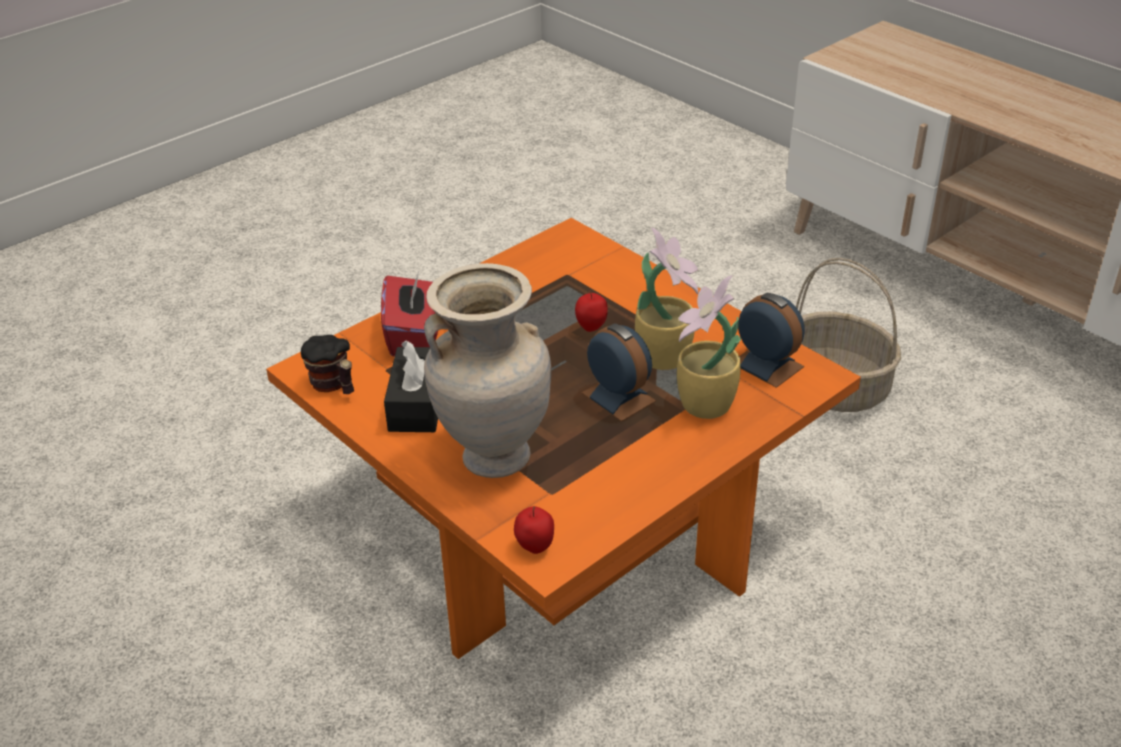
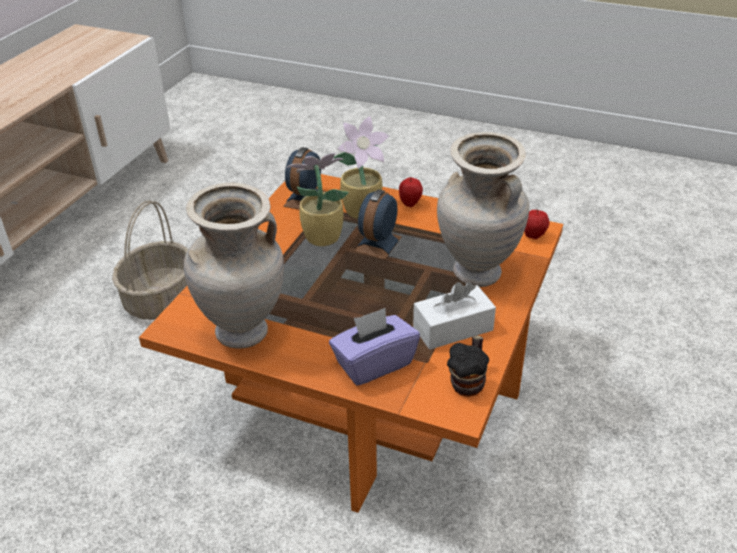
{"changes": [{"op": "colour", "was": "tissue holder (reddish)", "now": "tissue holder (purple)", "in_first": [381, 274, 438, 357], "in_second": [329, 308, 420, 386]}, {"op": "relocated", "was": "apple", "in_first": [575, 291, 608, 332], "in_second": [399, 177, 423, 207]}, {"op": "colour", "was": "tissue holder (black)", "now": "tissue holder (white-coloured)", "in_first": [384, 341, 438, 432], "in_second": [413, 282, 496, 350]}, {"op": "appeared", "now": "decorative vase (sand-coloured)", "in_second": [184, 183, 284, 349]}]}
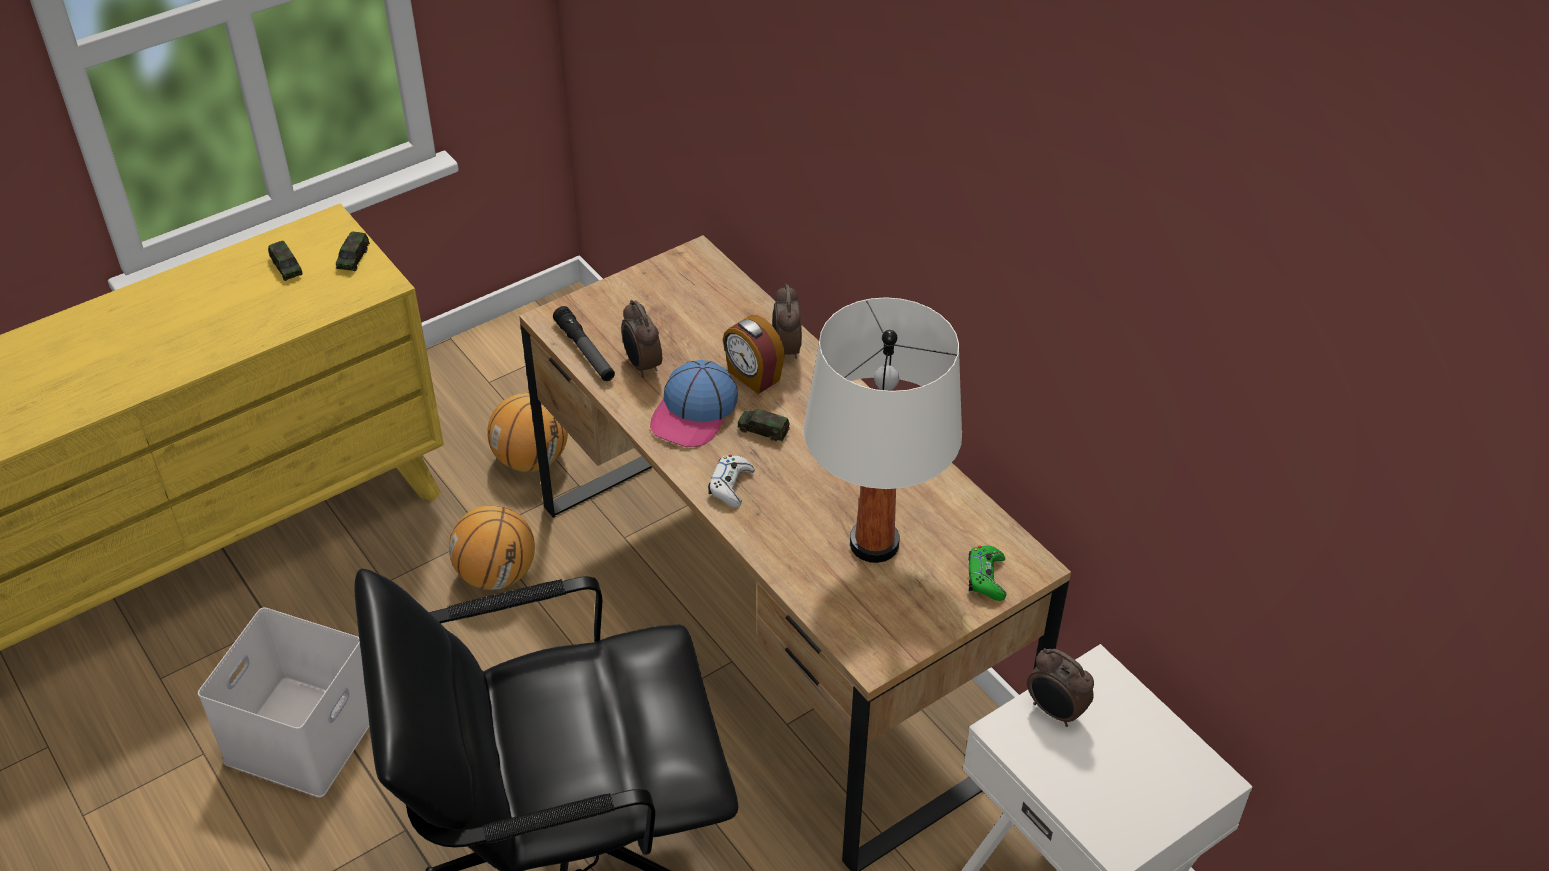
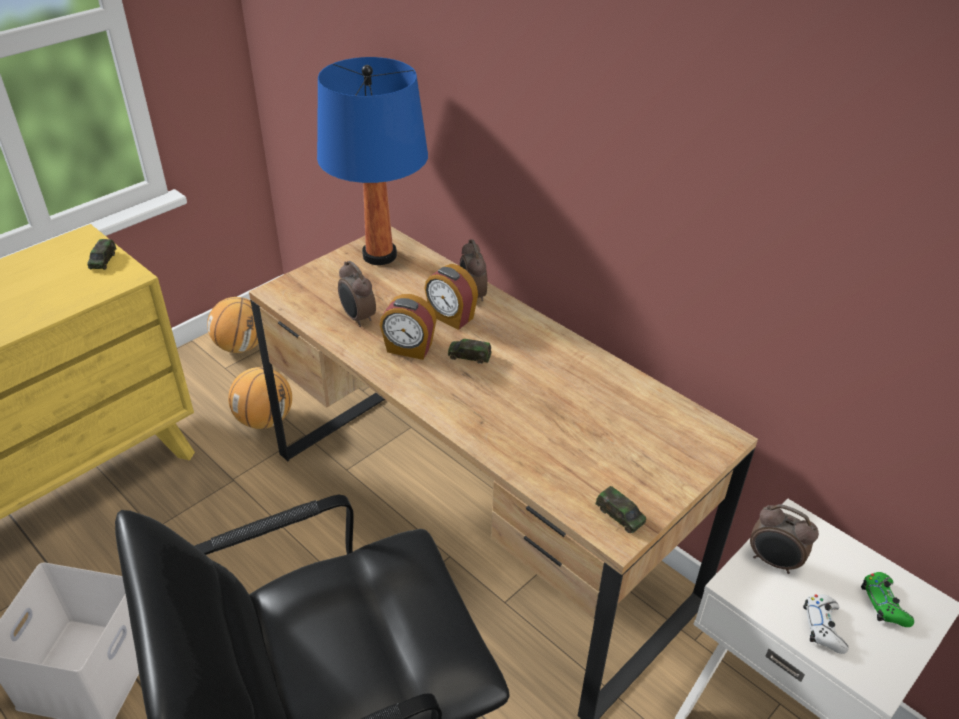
{"changes": [{"op": "relocated", "was": "model car", "in_first": [268, 241, 303, 281], "in_second": [595, 486, 646, 533]}, {"op": "missing", "was": "tabletop lamp (white-coloured)", "in_first": [803, 297, 962, 563]}, {"op": "missing", "was": "flashlight", "in_first": [553, 306, 615, 381]}, {"op": "exchanged", "was": "baseball cap", "now": "bedside clock", "in_first": [650, 360, 738, 447], "in_second": [380, 294, 437, 360]}, {"op": "relocated", "was": "game controller (white-coloured)", "in_first": [708, 455, 755, 508], "in_second": [803, 594, 849, 654]}, {"op": "relocated", "was": "basketball", "in_first": [449, 505, 535, 590], "in_second": [207, 297, 259, 353]}, {"op": "relocated", "was": "game controller (greenish)", "in_first": [969, 546, 1006, 601], "in_second": [861, 572, 914, 627]}, {"op": "appeared", "now": "tabletop lamp (bluish)", "in_second": [317, 57, 428, 265]}]}
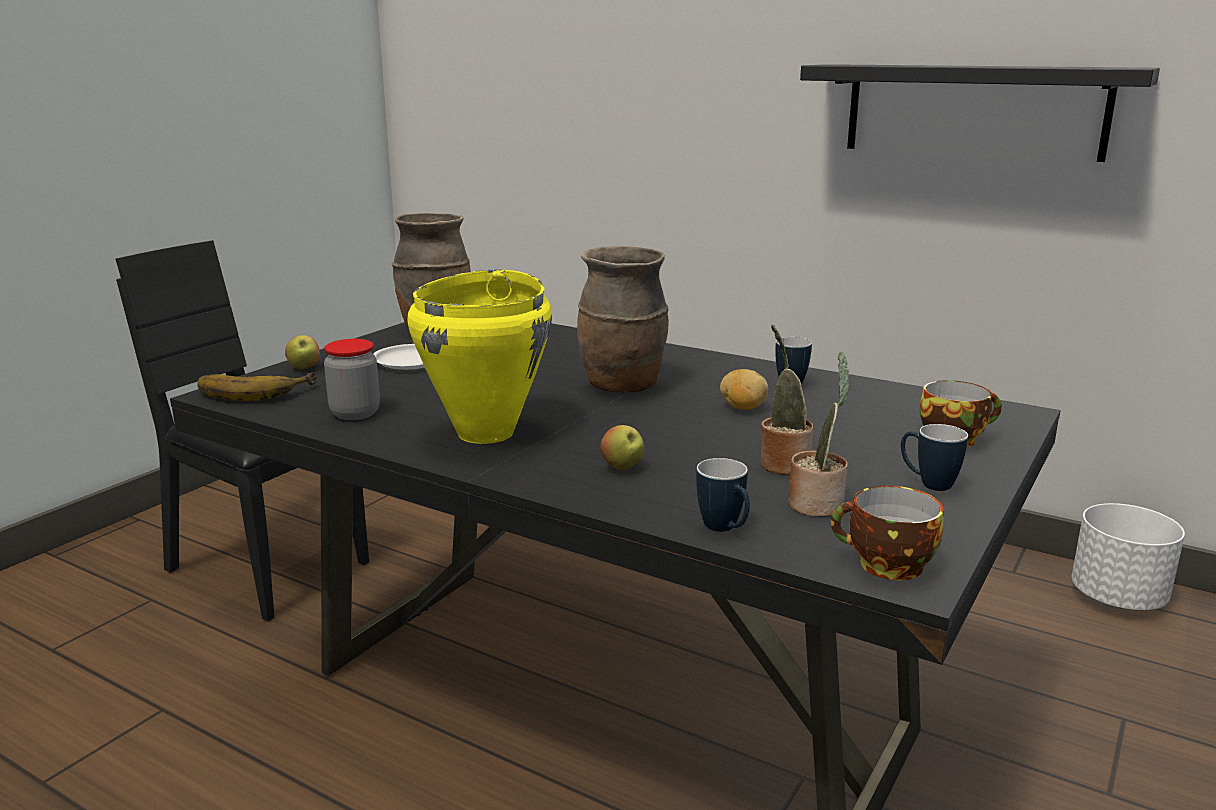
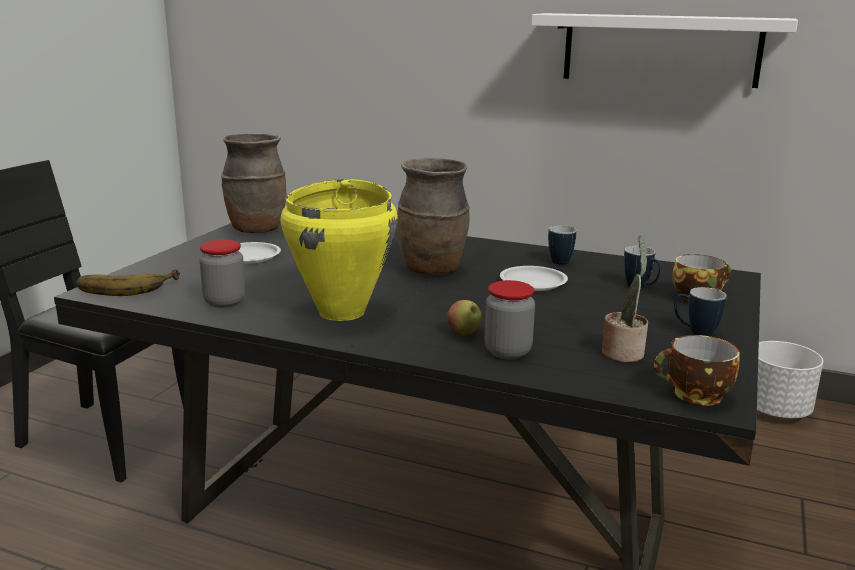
{"changes": [{"op": "colour", "was": "wall shelf (black)", "now": "wall shelf (white-coloured)", "in_first": [800, 64, 1160, 162], "in_second": [531, 13, 798, 88]}, {"op": "missing", "was": "potted plant", "in_first": [761, 325, 813, 475]}, {"op": "missing", "was": "apple", "in_first": [285, 335, 320, 370]}, {"op": "exchanged", "was": "whole potato", "now": "plate (white-coloured)", "in_first": [720, 369, 768, 410], "in_second": [500, 266, 568, 291]}, {"op": "relocated", "was": "coffee mug", "in_first": [696, 458, 750, 532], "in_second": [624, 246, 662, 288]}, {"op": "appeared", "now": "storage jar", "in_second": [485, 280, 535, 359]}]}
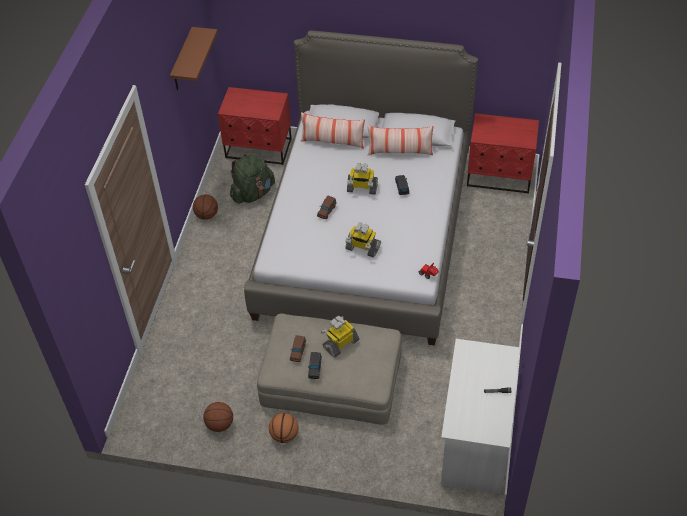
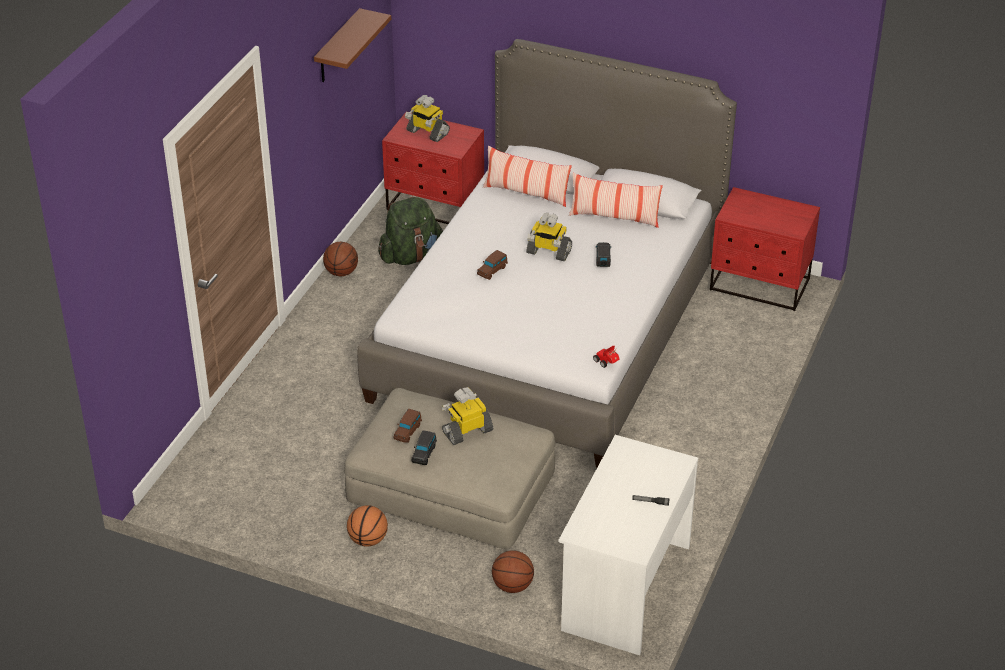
{"changes": [{"op": "relocated", "was": "model robot", "in_first": [345, 223, 381, 257], "in_second": [405, 95, 450, 142]}, {"op": "relocated", "was": "basketball", "in_first": [203, 402, 233, 432], "in_second": [492, 550, 534, 593]}]}
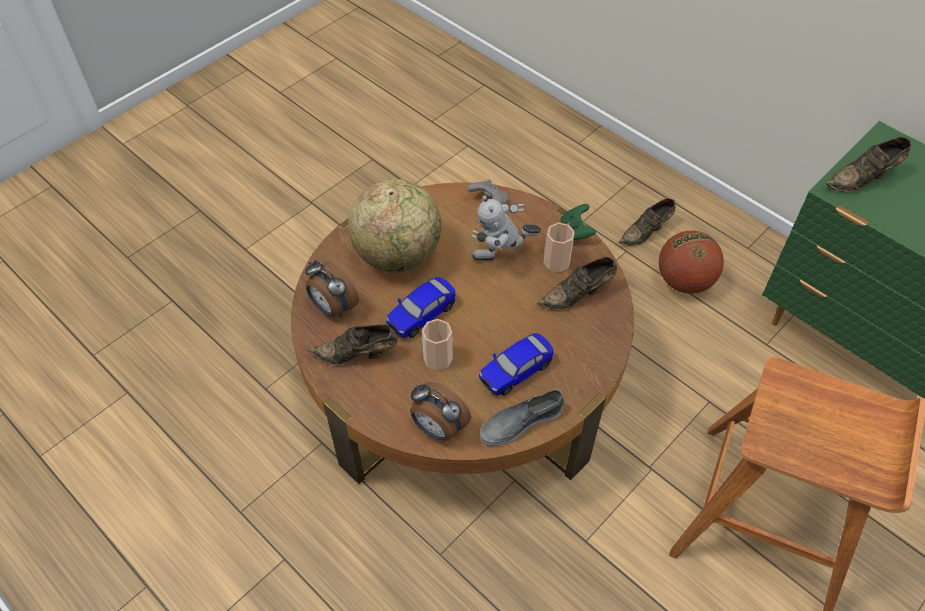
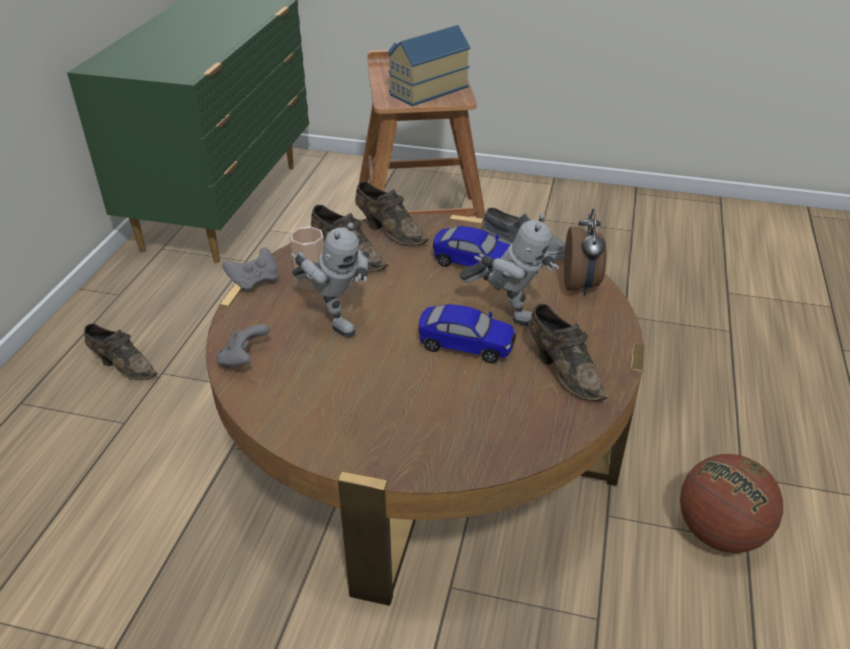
{"changes": [{"op": "relocated", "was": "item of footwear (brownish)", "in_first": [826, 137, 912, 192], "in_second": [355, 181, 429, 246]}, {"op": "missing", "was": "globe", "in_first": [348, 179, 441, 273]}, {"op": "colour", "was": "game controller (greenish)", "now": "game controller (grey)", "in_first": [561, 204, 596, 240], "in_second": [222, 247, 278, 292]}, {"op": "relocated", "was": "basketball", "in_first": [659, 231, 724, 294], "in_second": [680, 454, 783, 553]}, {"op": "missing", "was": "bedside clock", "in_first": [305, 260, 359, 317]}, {"op": "exchanged", "was": "small cup", "now": "model robot", "in_first": [422, 319, 453, 371], "in_second": [459, 213, 559, 326]}, {"op": "appeared", "now": "toy house", "in_second": [388, 25, 470, 106]}]}
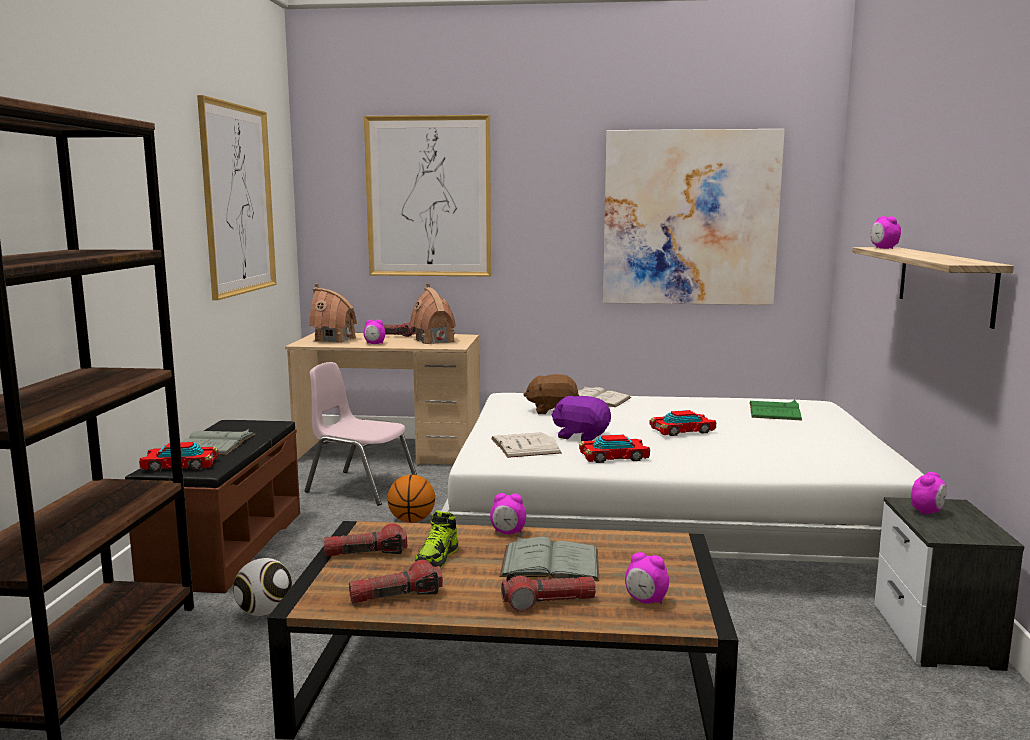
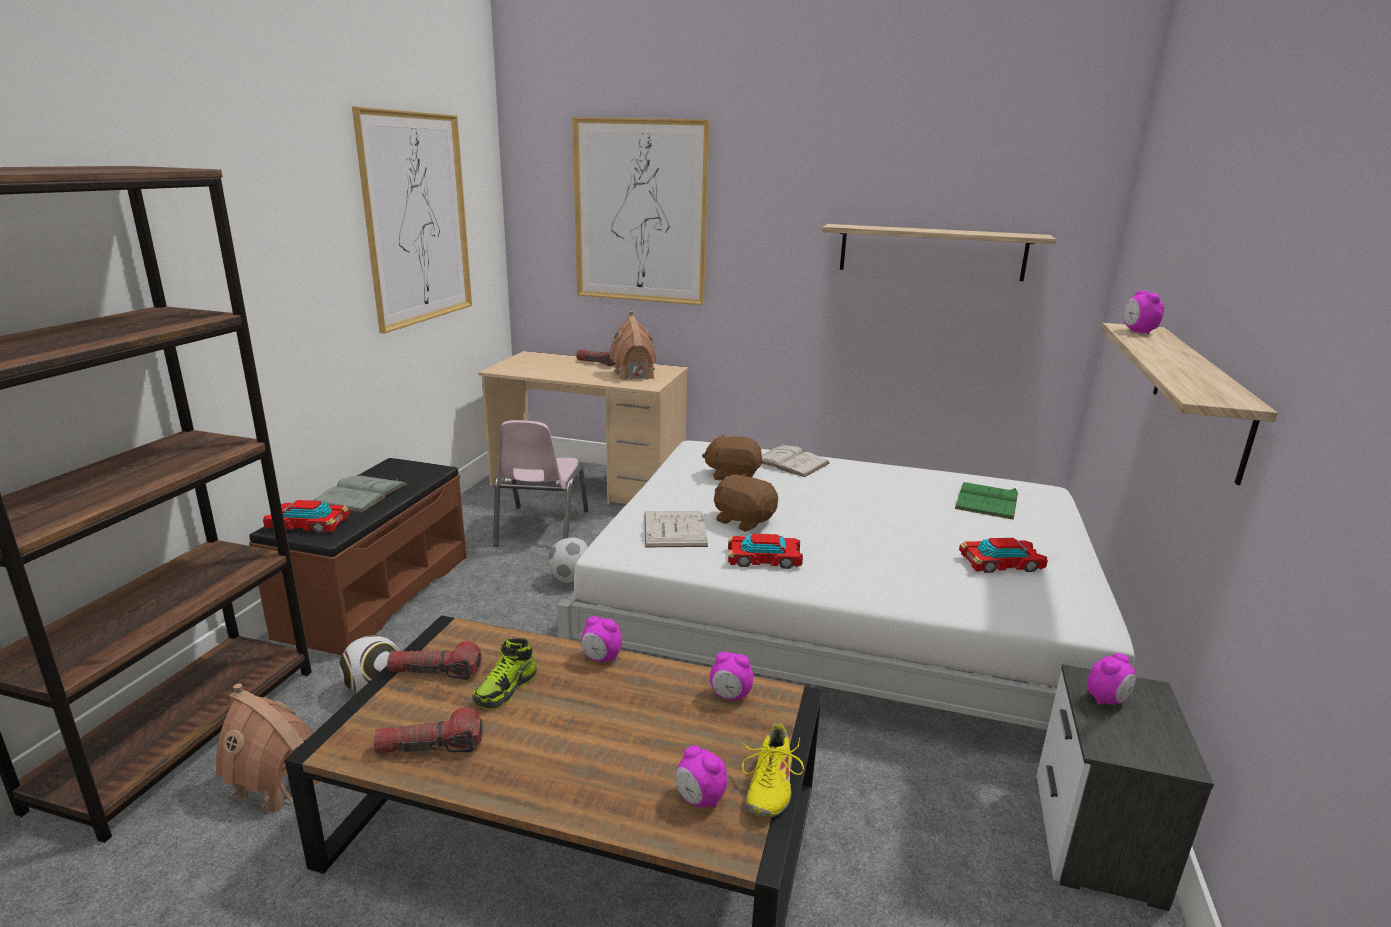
{"changes": [{"op": "exchanged", "was": "wall picture", "now": "wall shelf", "in_first": [603, 129, 785, 305], "in_second": [822, 224, 1056, 281]}, {"op": "relocated", "was": "toy house", "in_first": [309, 283, 357, 343], "in_second": [216, 684, 320, 814]}, {"op": "relocated", "was": "bedside clock", "in_first": [363, 319, 385, 344], "in_second": [710, 652, 753, 700]}, {"op": "spun", "was": "upright chair (pink-coloured)", "in_first": [305, 362, 417, 506], "in_second": [493, 420, 588, 547], "clockwise": -120}, {"op": "colour", "was": "plush toy (purple)", "now": "plush toy (brownish)", "in_first": [551, 396, 611, 441], "in_second": [714, 473, 778, 532]}, {"op": "relocated", "was": "model car", "in_first": [649, 410, 716, 436], "in_second": [959, 538, 1048, 573]}, {"op": "exchanged", "was": "basketball", "now": "ball for football", "in_first": [387, 474, 435, 523], "in_second": [548, 537, 589, 584]}, {"op": "missing", "was": "volume (grey)", "in_first": [500, 537, 599, 581]}, {"op": "missing", "was": "flashlight", "in_first": [501, 573, 596, 612]}, {"op": "appeared", "now": "item of footwear (yellow)", "in_second": [741, 723, 804, 818]}]}
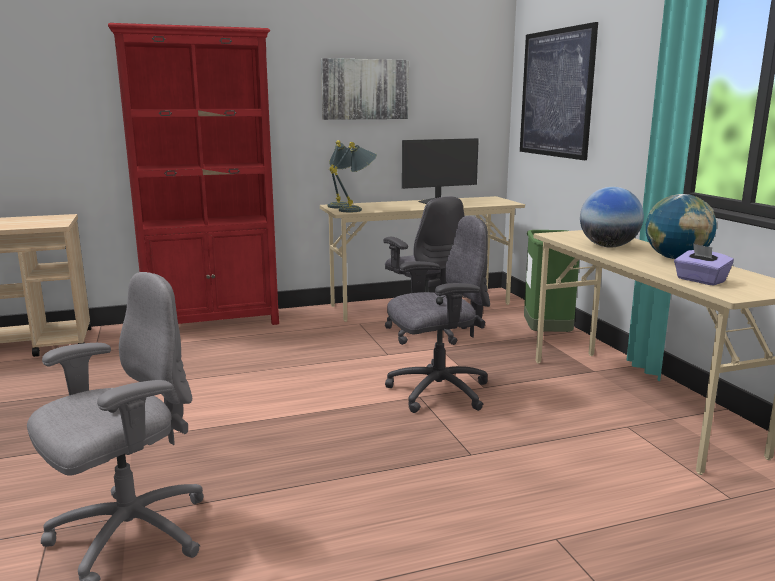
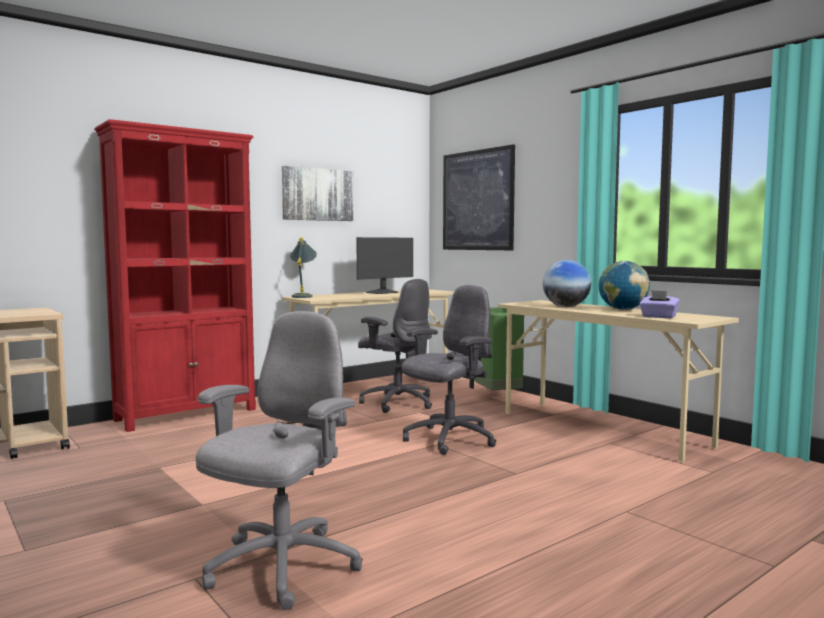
{"changes": [{"op": "missing", "was": "tabletop lamp (grey)", "in_first": [332, 142, 377, 212]}]}
